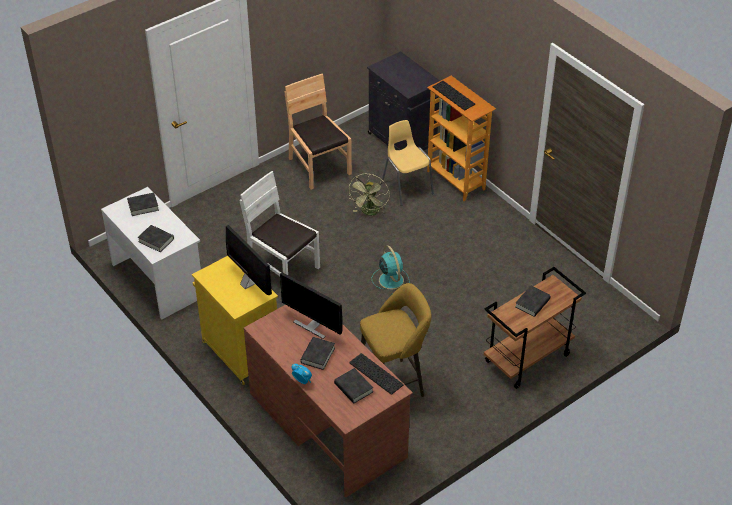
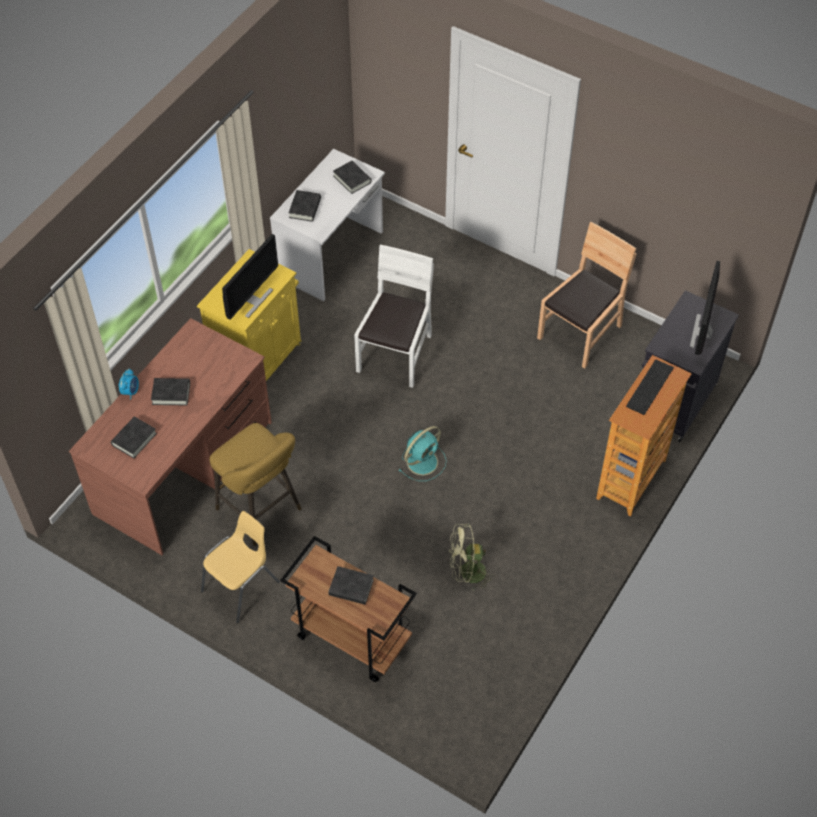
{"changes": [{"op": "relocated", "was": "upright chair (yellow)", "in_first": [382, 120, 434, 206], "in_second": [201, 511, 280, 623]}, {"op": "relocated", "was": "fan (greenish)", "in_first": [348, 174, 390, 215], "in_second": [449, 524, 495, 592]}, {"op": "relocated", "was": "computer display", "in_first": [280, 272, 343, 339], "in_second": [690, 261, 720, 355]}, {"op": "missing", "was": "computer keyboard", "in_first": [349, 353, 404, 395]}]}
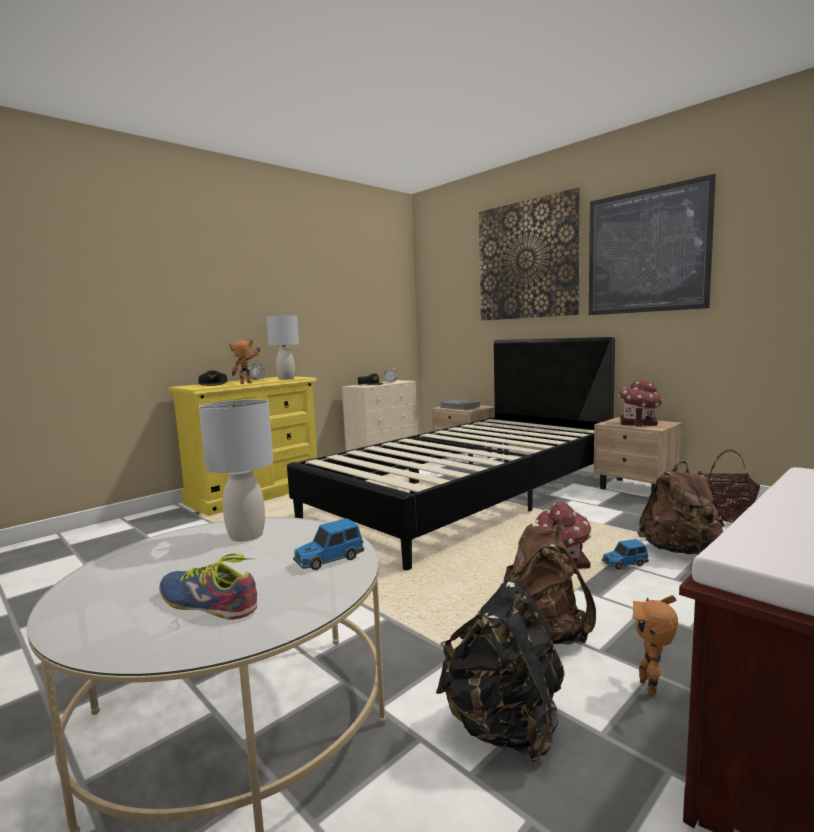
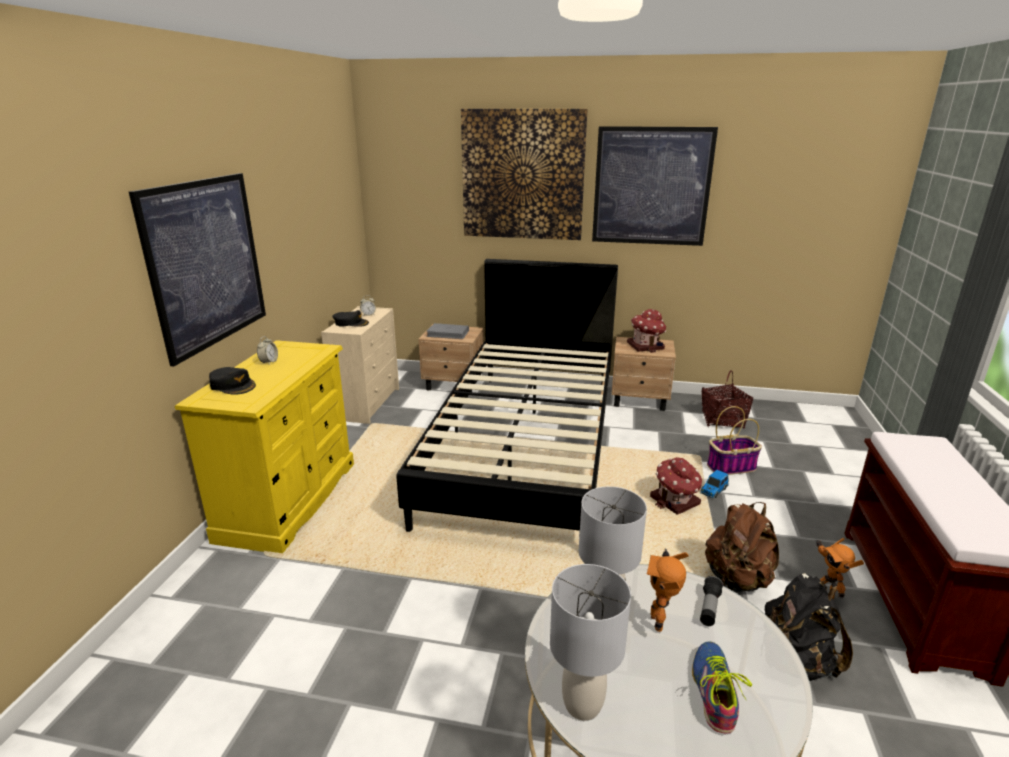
{"changes": [{"op": "relocated", "was": "tabletop lamp (grey)", "in_first": [266, 316, 299, 380], "in_second": [550, 564, 631, 721]}, {"op": "relocated", "was": "model robot", "in_first": [229, 339, 260, 384], "in_second": [647, 548, 688, 632]}, {"op": "exchanged", "was": "backpack (brownish)", "now": "household basket", "in_first": [638, 461, 724, 554], "in_second": [707, 406, 762, 475]}, {"op": "exchanged", "was": "model car", "now": "flashlight", "in_first": [293, 518, 364, 570], "in_second": [700, 576, 723, 626]}, {"op": "spun", "was": "item of footwear", "in_first": [159, 553, 257, 620], "in_second": [692, 642, 752, 733], "clockwise": 105}, {"op": "appeared", "now": "wall picture", "in_second": [129, 173, 266, 366]}]}
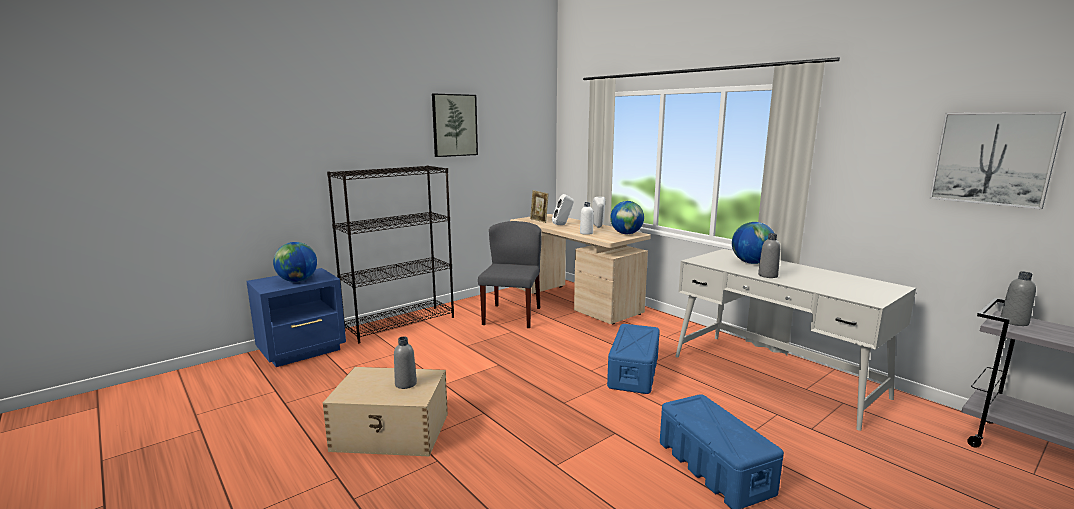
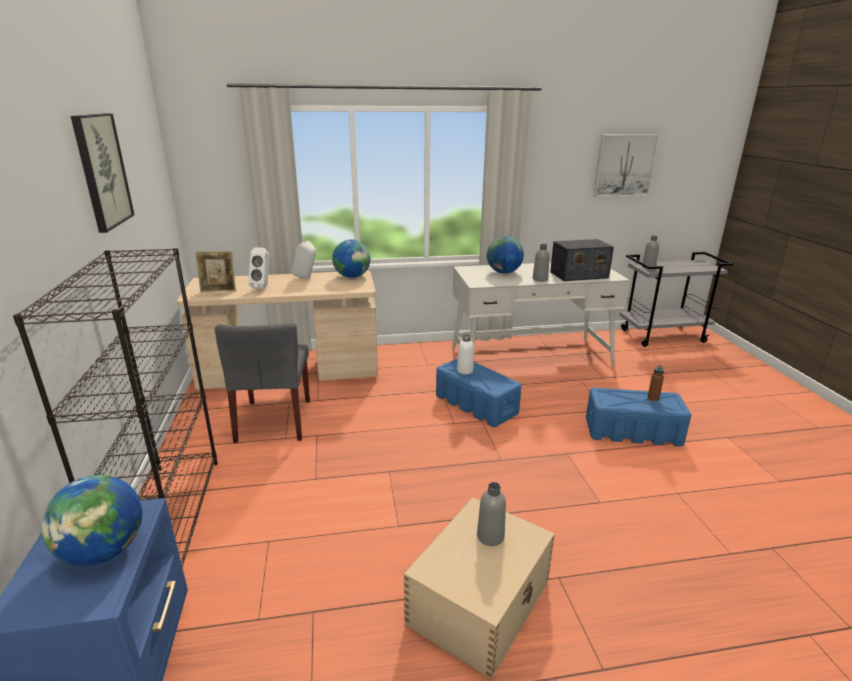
{"changes": [{"op": "relocated", "was": "bottle (white-coloured)", "in_first": [580, 202, 593, 235], "in_second": [457, 334, 474, 374]}, {"op": "spun", "was": "upright chair (grey)", "in_first": [478, 221, 542, 328], "in_second": [215, 323, 310, 443], "clockwise": -135}, {"op": "appeared", "now": "radio receiver", "in_second": [550, 239, 614, 281]}, {"op": "appeared", "now": "bottle (brownish)", "in_second": [647, 365, 664, 402]}]}
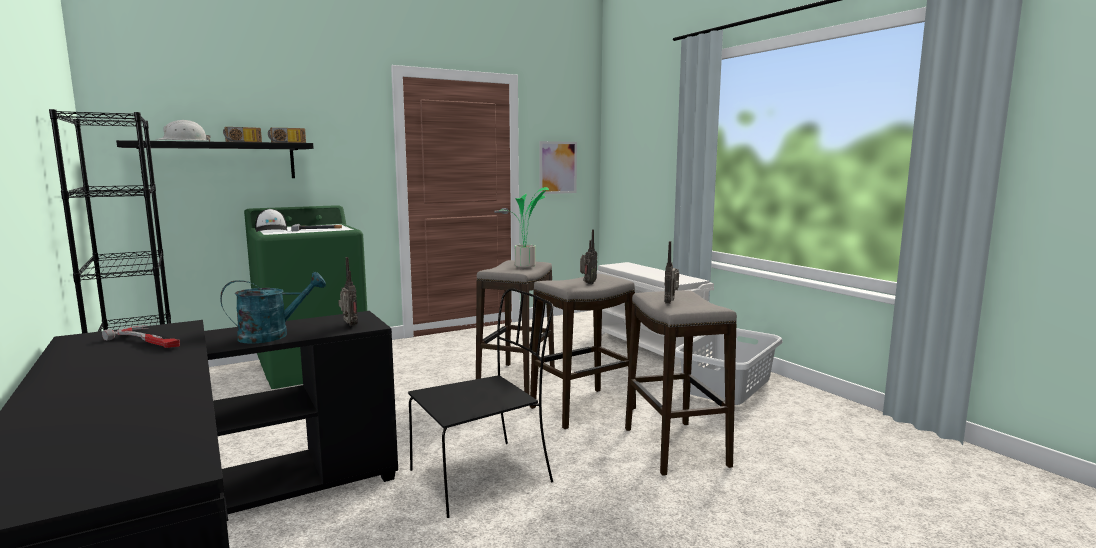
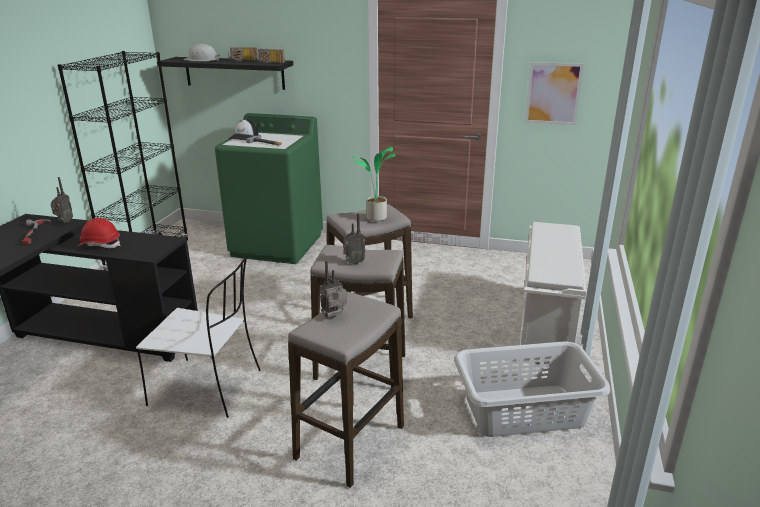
{"changes": [{"op": "relocated", "was": "radio receiver", "in_first": [338, 257, 358, 326], "in_second": [51, 177, 73, 223]}, {"op": "exchanged", "was": "sprinkling can (blue-green)", "now": "hard hat (reddish)", "in_first": [220, 272, 326, 344], "in_second": [77, 218, 121, 248]}, {"op": "colour", "was": "upright chair (black)", "now": "upright chair (white-coloured)", "in_first": [408, 288, 553, 518], "in_second": [136, 255, 261, 418]}]}
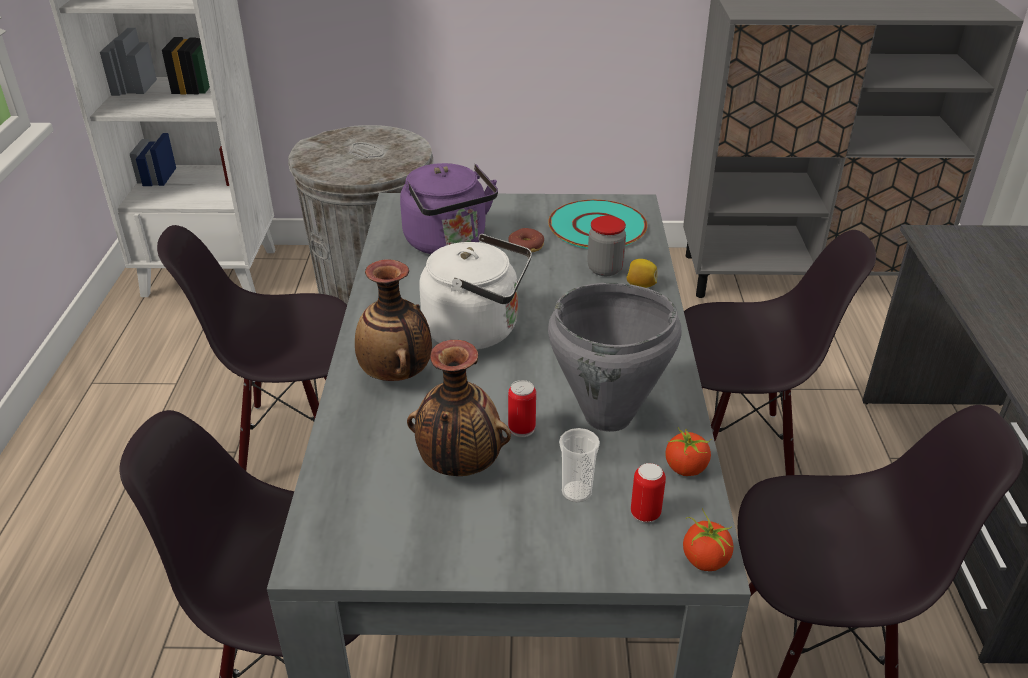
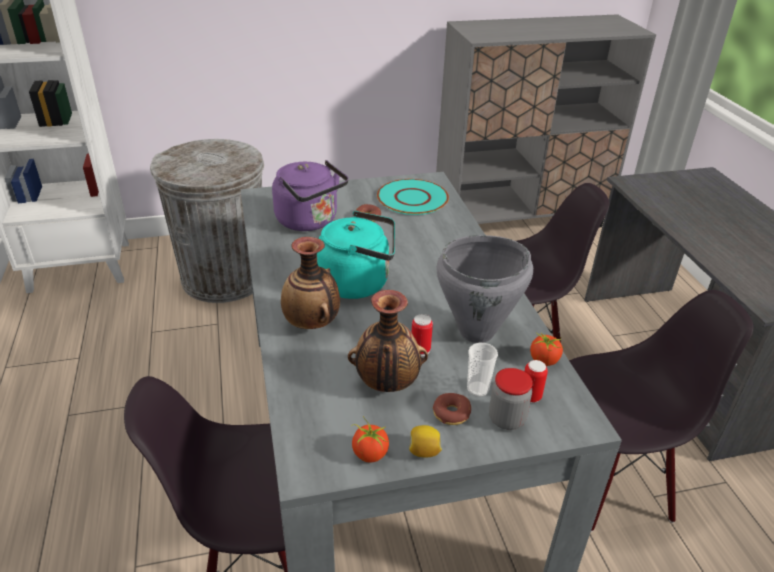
{"changes": [{"op": "relocated", "was": "storage jar", "in_first": [587, 216, 626, 276], "in_second": [489, 368, 533, 430]}, {"op": "missing", "was": "upright chair (black)", "in_first": [157, 225, 347, 471]}, {"op": "colour", "was": "water kettle (white-coloured)", "now": "water kettle (blue-green)", "in_first": [419, 234, 532, 350], "in_second": [317, 211, 395, 299]}, {"op": "relocated", "was": "whole lemon", "in_first": [627, 259, 657, 288], "in_second": [409, 425, 442, 457]}, {"op": "relocated", "was": "tomato", "in_first": [683, 508, 733, 571], "in_second": [352, 417, 389, 462]}, {"op": "appeared", "now": "ring doughnut", "in_second": [433, 393, 471, 425]}]}
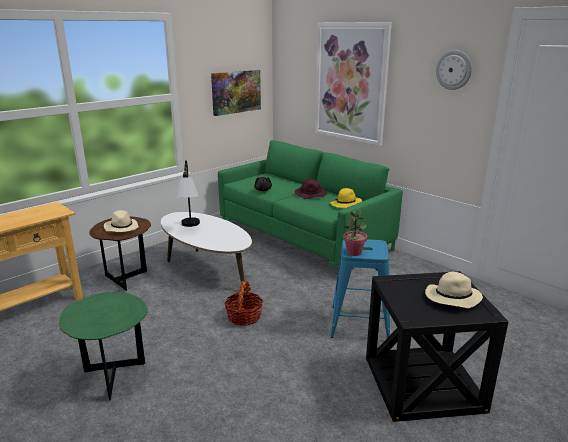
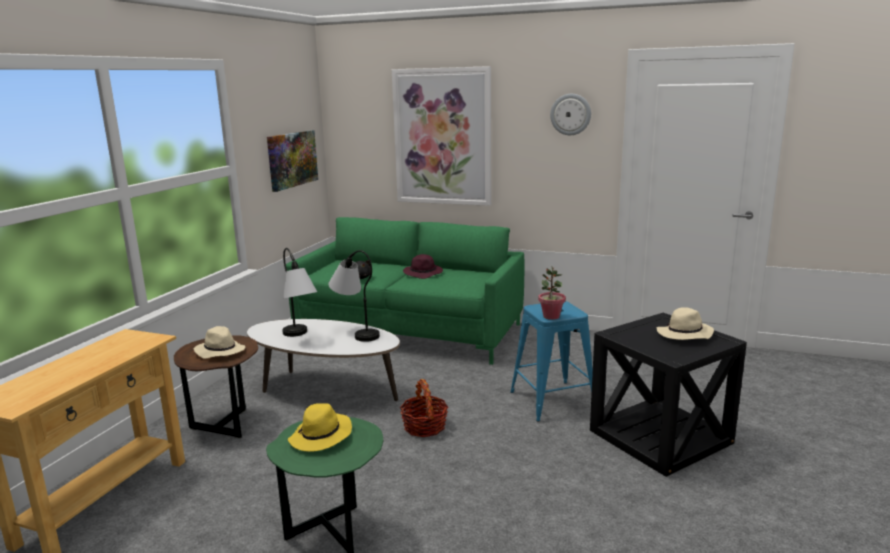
{"changes": [{"op": "relocated", "was": "wearable hat (yellow)", "in_first": [330, 188, 362, 208], "in_second": [288, 403, 352, 452]}, {"op": "appeared", "now": "tabletop lamp", "in_second": [328, 250, 380, 342]}]}
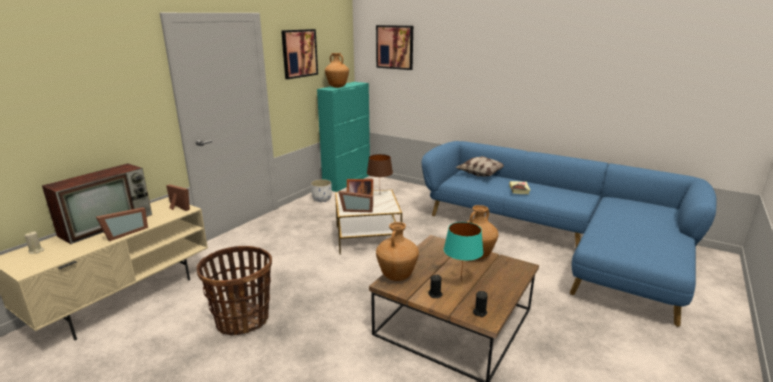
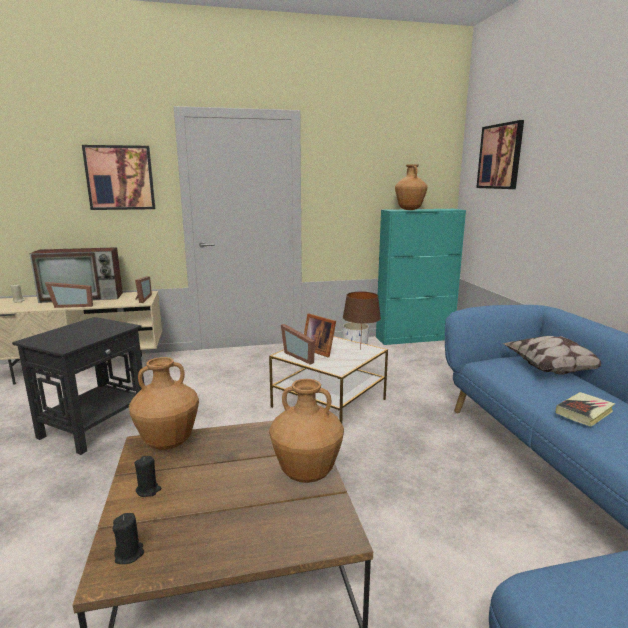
{"changes": [{"op": "relocated", "was": "wall picture", "in_first": [281, 29, 318, 79], "in_second": [82, 145, 155, 210]}, {"op": "missing", "was": "tabletop lamp (blue-green)", "in_first": [444, 222, 483, 281]}, {"op": "exchanged", "was": "household basket", "now": "side table (black)", "in_first": [197, 246, 272, 336], "in_second": [12, 317, 144, 455]}]}
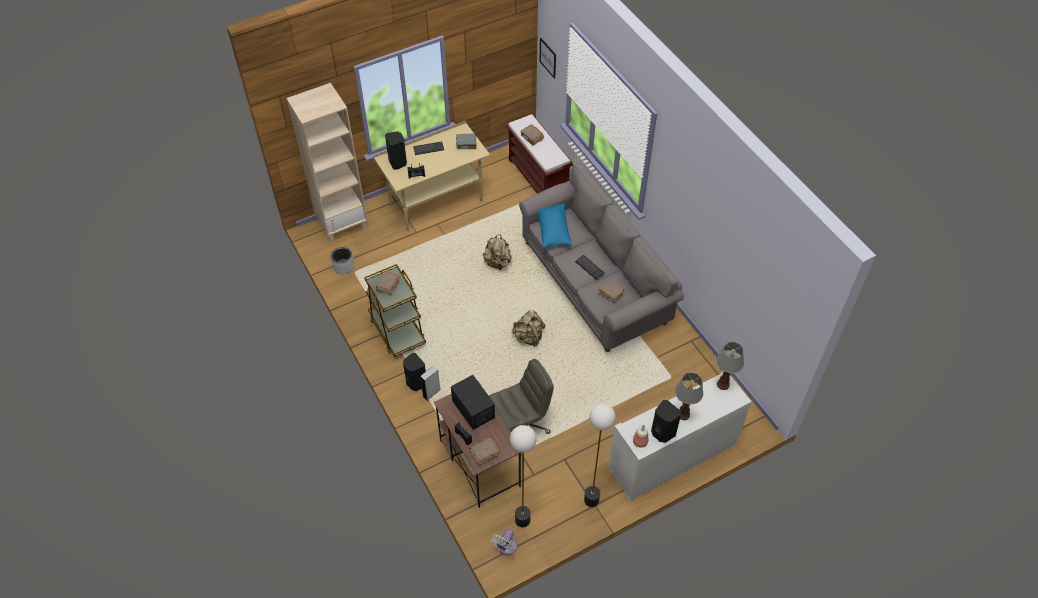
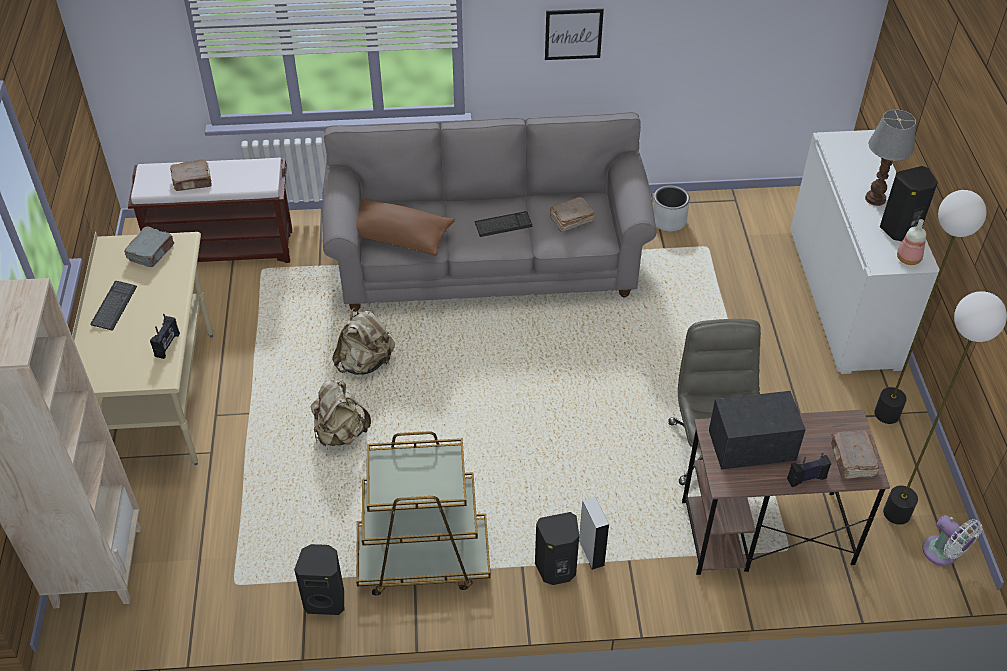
{"changes": [{"op": "relocated", "was": "wall picture", "in_first": [539, 38, 556, 79], "in_second": [545, 9, 604, 60]}, {"op": "relocated", "was": "speaker (black)", "in_first": [385, 131, 407, 170], "in_second": [294, 544, 344, 615]}, {"op": "colour", "was": "throw pillow (bluish)", "now": "throw pillow (brownish)", "in_first": [538, 204, 572, 248], "in_second": [356, 198, 455, 256]}, {"op": "relocated", "was": "flower pot (grey)", "in_first": [331, 247, 354, 274], "in_second": [653, 185, 690, 231]}, {"op": "missing", "was": "volume (brownish)", "in_first": [376, 271, 400, 295]}, {"op": "relocated", "was": "backpack (sand-coloured)", "in_first": [512, 310, 545, 347], "in_second": [311, 380, 371, 446]}, {"op": "missing", "was": "tabletop lamp", "in_first": [716, 342, 744, 390]}]}
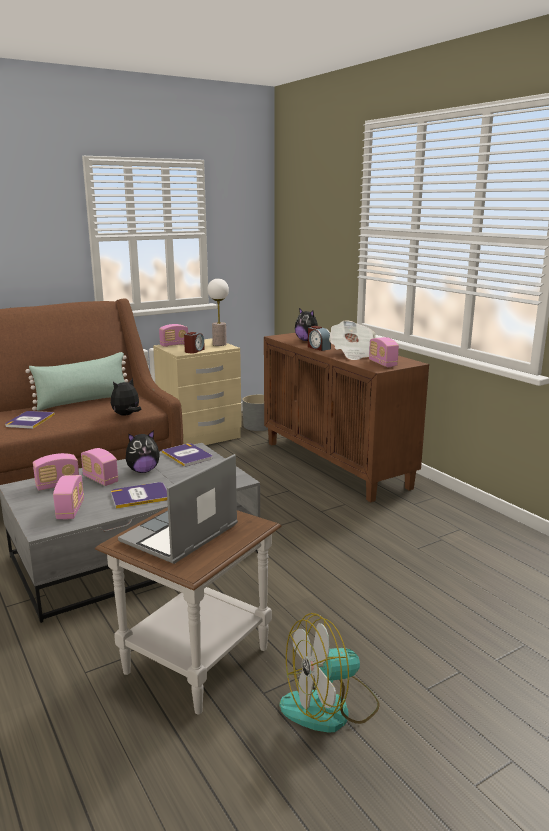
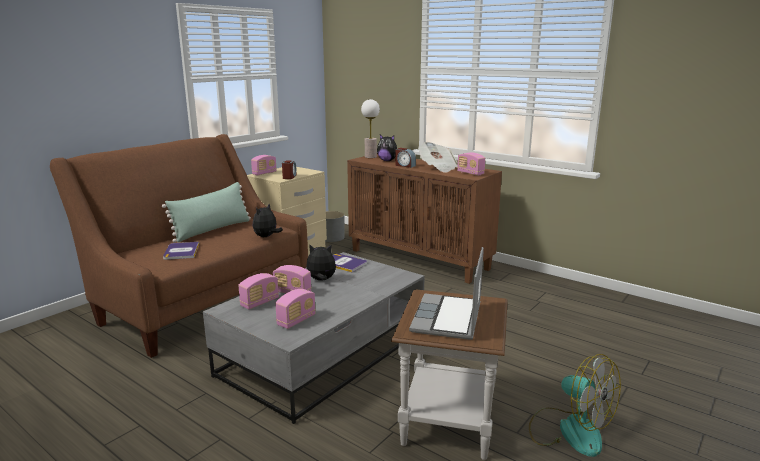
{"changes": [{"op": "relocated", "was": "tabletop lamp", "in_first": [207, 278, 229, 346], "in_second": [361, 99, 380, 158]}, {"op": "spun", "was": "plush toy", "in_first": [126, 430, 160, 473], "in_second": [306, 244, 336, 281], "clockwise": -135}, {"op": "spun", "was": "radio receiver", "in_first": [53, 475, 84, 519], "in_second": [275, 289, 316, 329], "clockwise": 60}, {"op": "missing", "was": "volume", "in_first": [111, 482, 167, 509]}, {"op": "spun", "was": "fan", "in_first": [280, 613, 380, 733], "in_second": [529, 354, 621, 457], "clockwise": -90}]}
